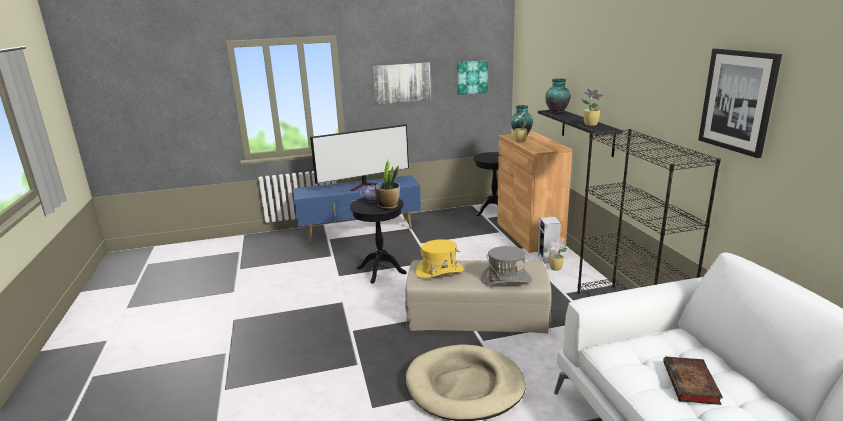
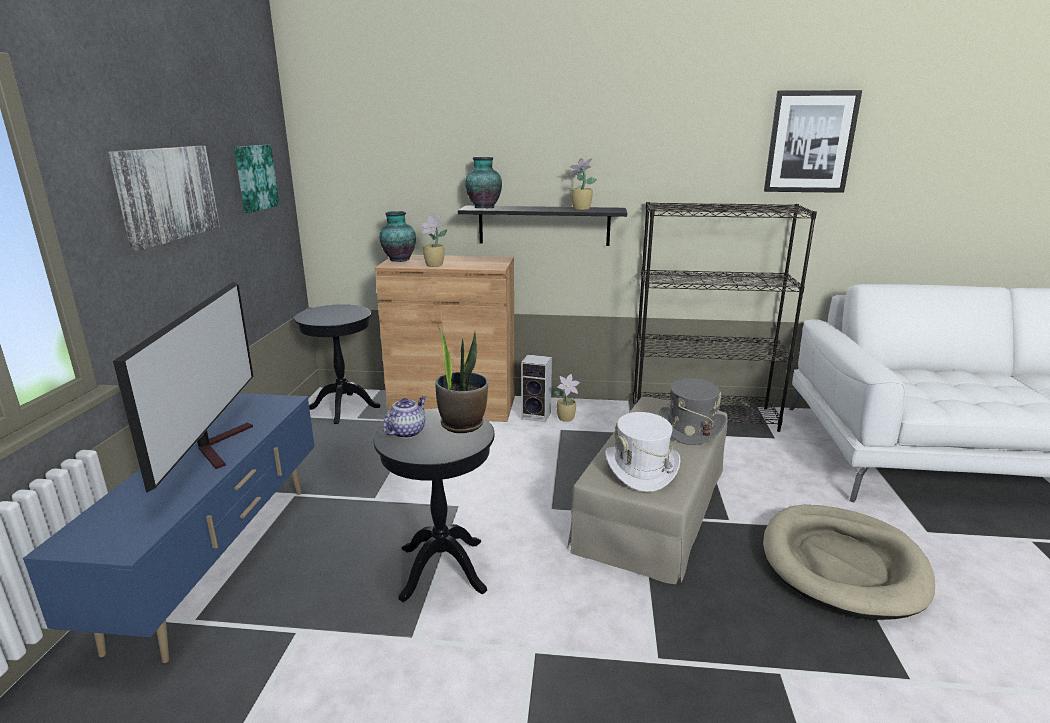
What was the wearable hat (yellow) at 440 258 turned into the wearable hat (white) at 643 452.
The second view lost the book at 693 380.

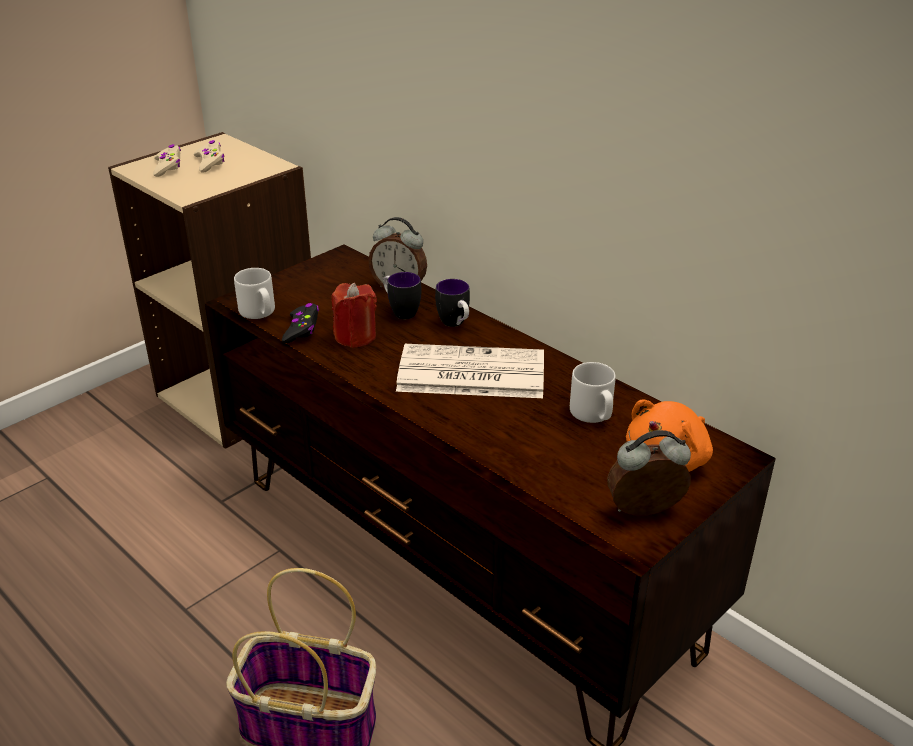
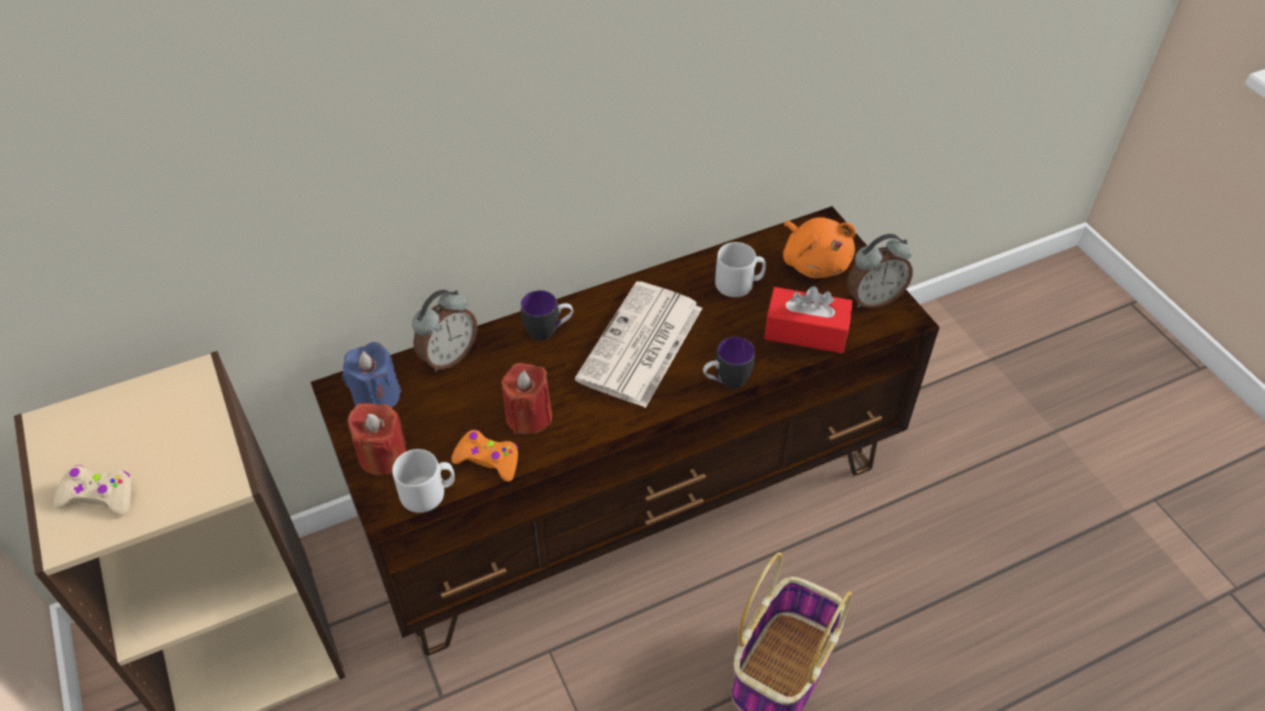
The second view lost the game controller (beige-coloured) at 209 156.
The mug ended up elsewhere, having gone from 402 295 to 729 363.
What was the game controller (black) at 300 323 turned into the game controller (orange) at 484 456.
The bedside clock at 649 473 ended up facing another way, 120 degrees counterclockwise from before.
The second view gained the tissue holder (reddish) at 808 319.
The second view gained the candle (blue-coloured) at 371 375.
The second view gained the candle (reddish) at 376 439.

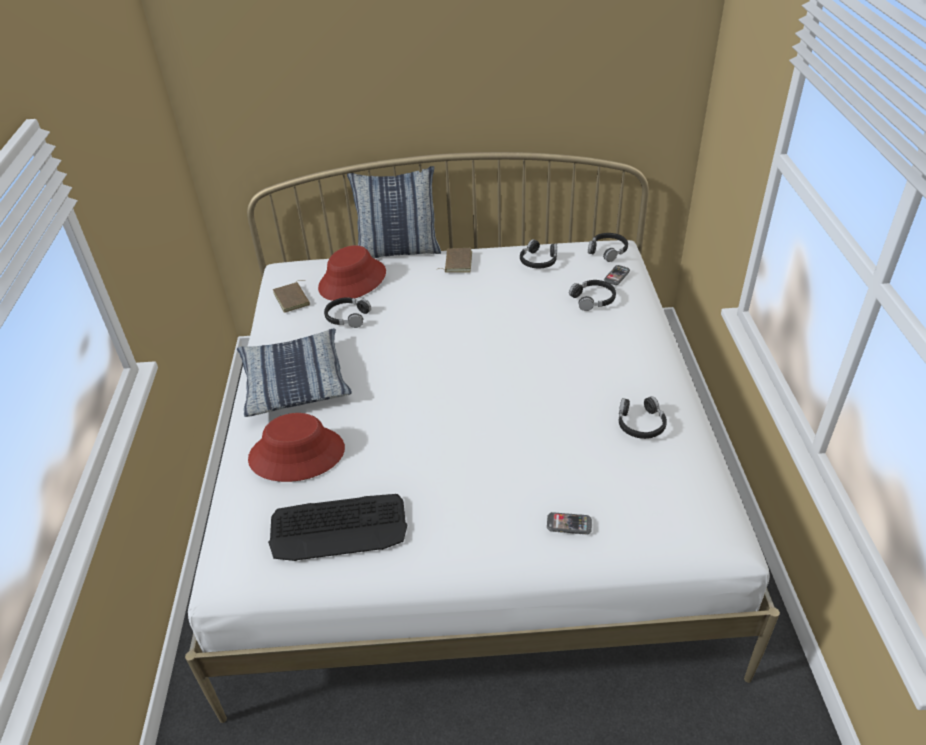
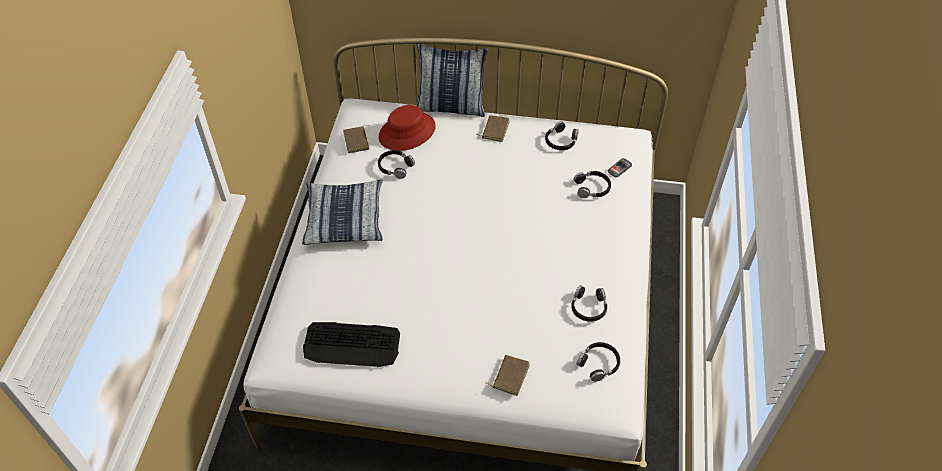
The pair of headphones (black) ended up elsewhere, having gone from 608 247 to 598 362.
The second view lost the wearable hat (reddish) at 296 447.
Where the phone stood at 569 523, the book (brownish) came to stand at 508 375.

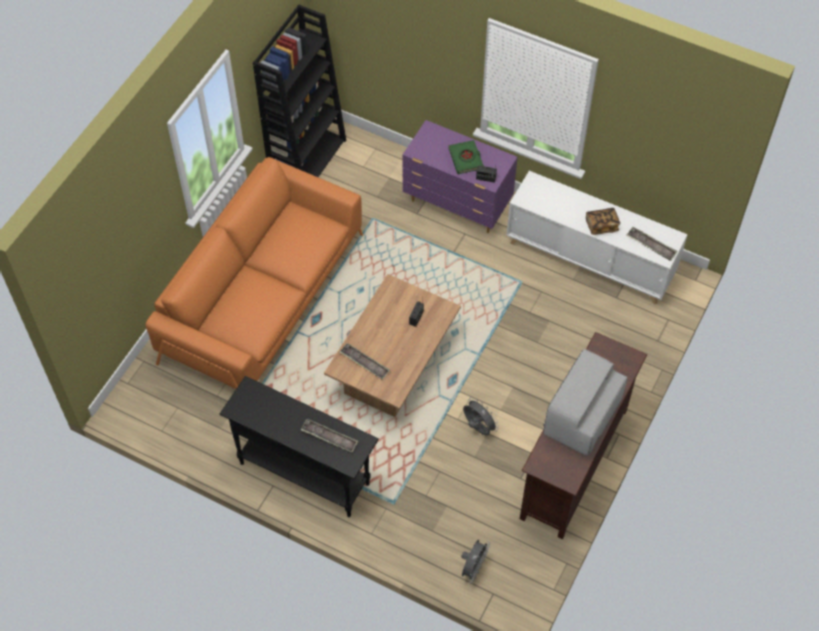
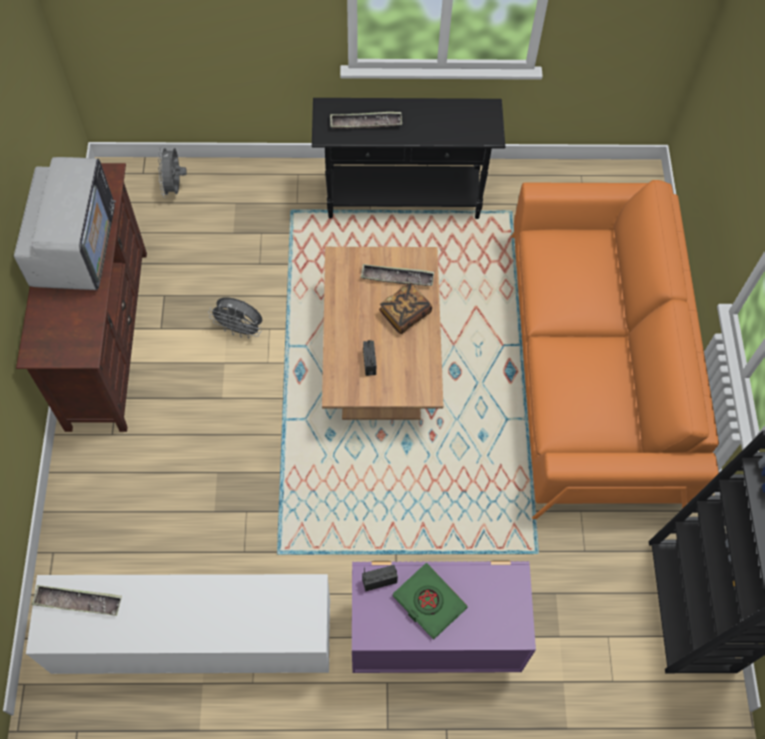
The book ended up elsewhere, having gone from 603 221 to 405 308.

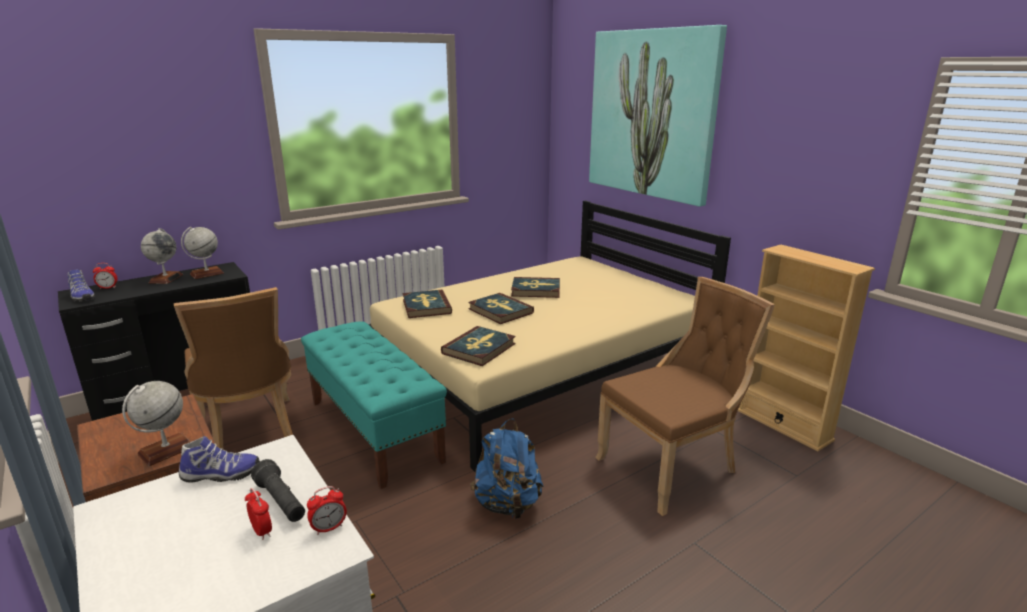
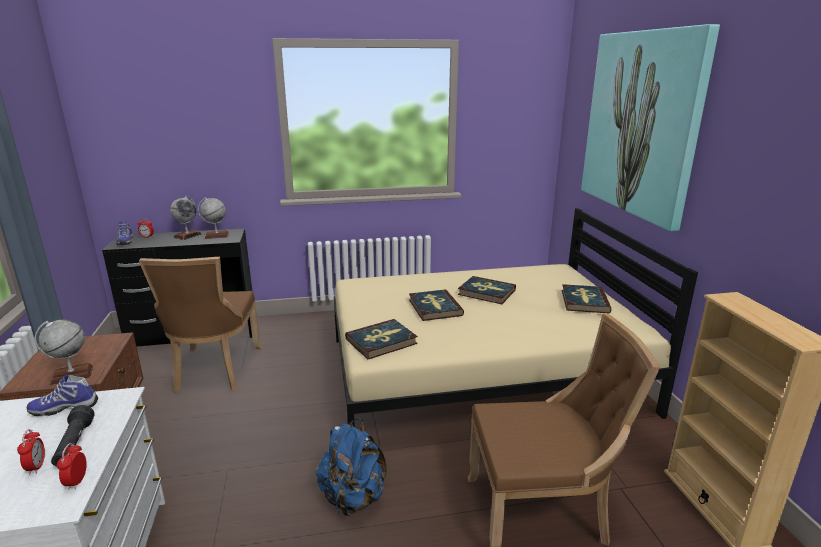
The book ended up elsewhere, having gone from 427 304 to 586 298.
The second view lost the bench (turquoise-coloured) at 374 405.
The item of footwear at 219 459 ended up facing another way, 150 degrees clockwise from before.
The bedside clock at 327 510 ended up facing another way, 90 degrees clockwise from before.

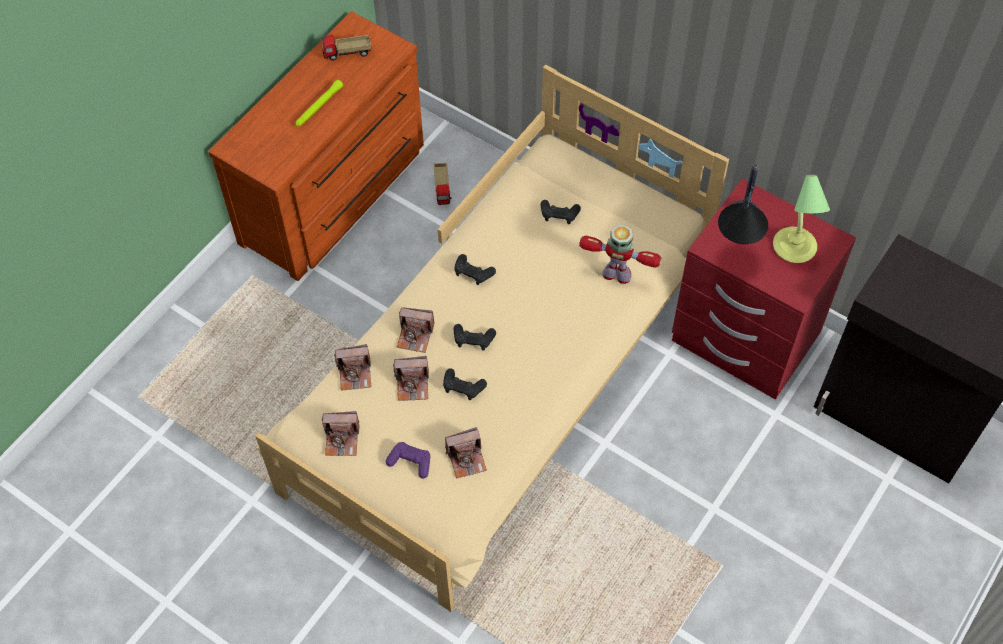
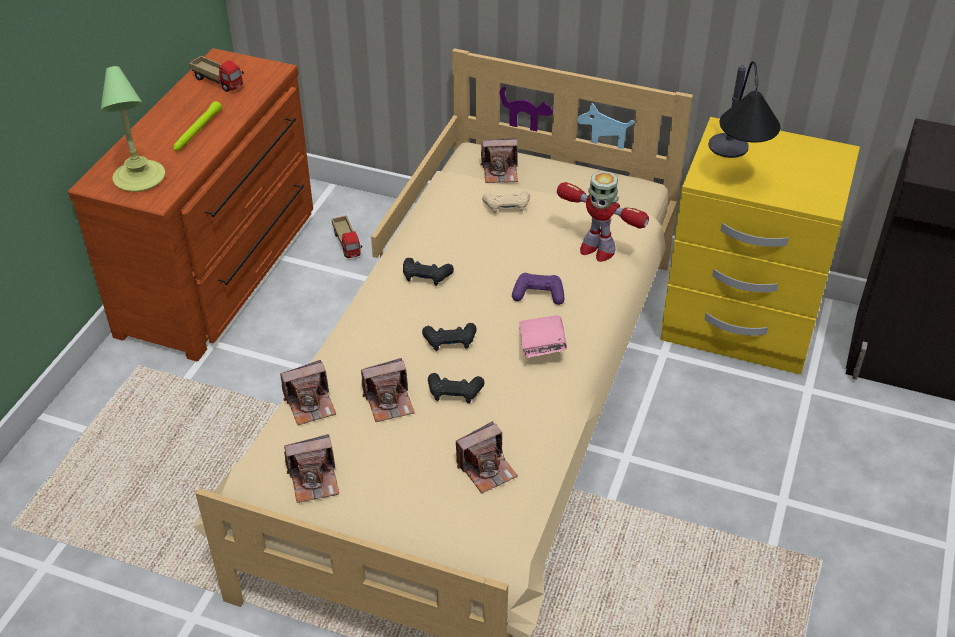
The toy lorry at 347 48 ended up facing another way, 120 degrees counterclockwise from before.
The table lamp ended up elsewhere, having gone from 801 219 to 133 129.
What was the bedside table (reddish) at 764 289 turned into the bedside table (yellow) at 760 246.
What was the game controller (black) at 560 212 turned into the game controller (beige-coloured) at 506 202.
The robot figure at 620 254 ended up facing another way, 150 degrees counterclockwise from before.
The still camera ended up elsewhere, having gone from 415 330 to 499 160.
The game controller (purple) ended up elsewhere, having gone from 408 460 to 538 289.
The second view gained the book (pinkish) at 543 336.

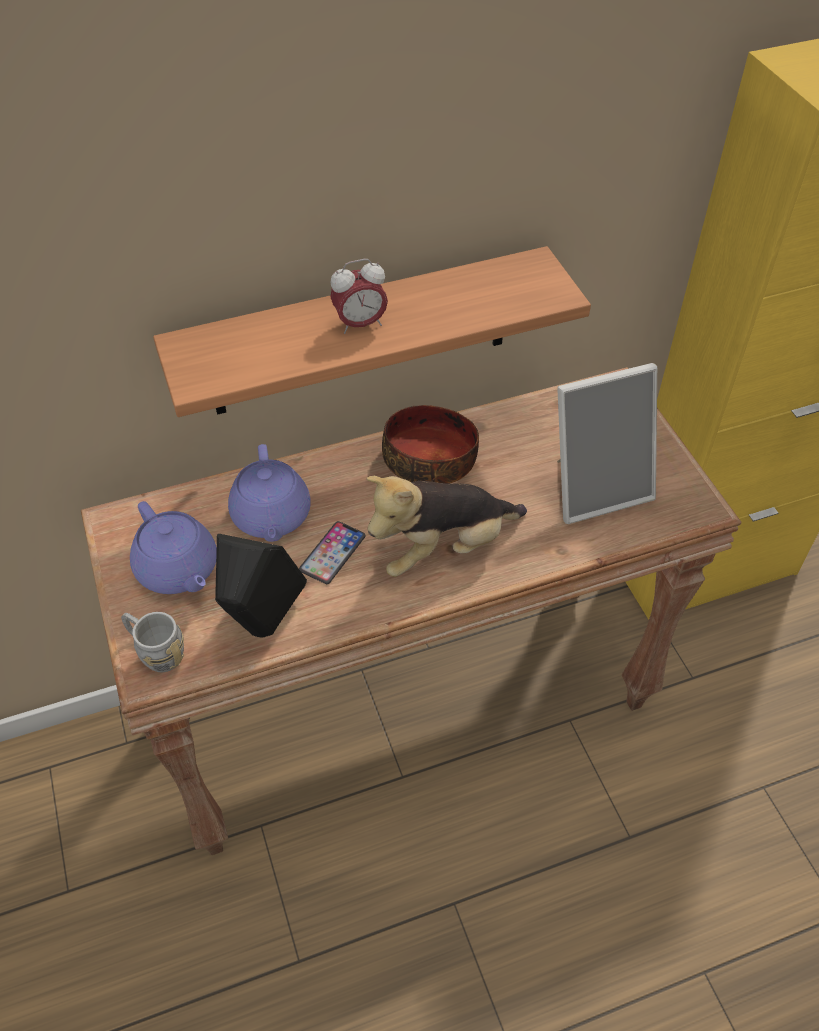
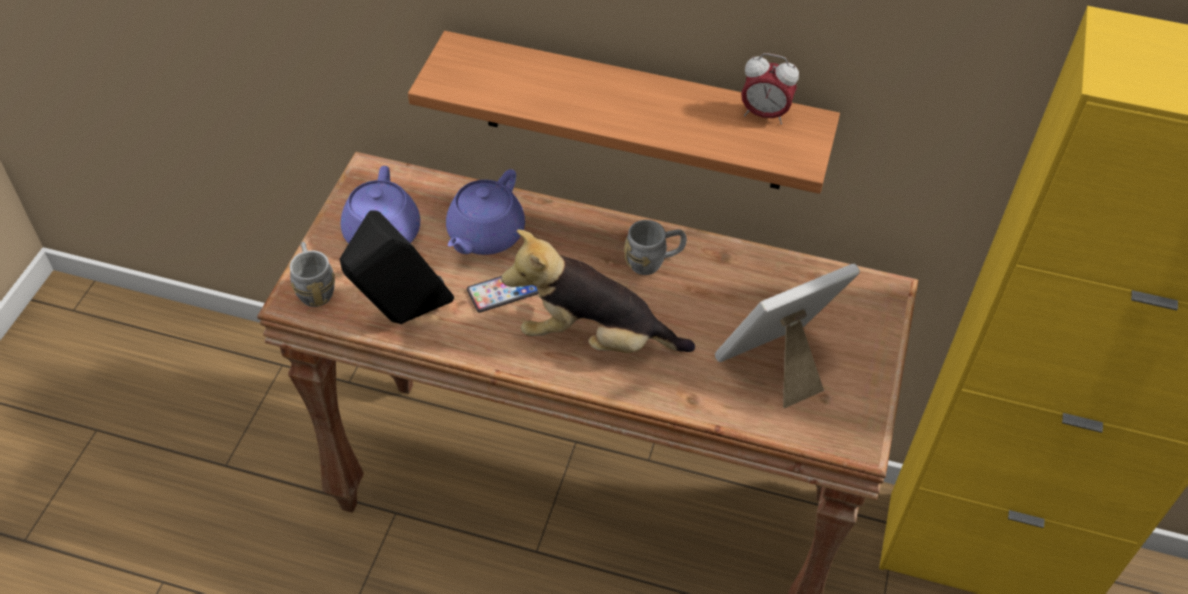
The bedside clock ended up elsewhere, having gone from 359 296 to 770 89.
The photo frame at 607 443 ended up facing another way, 135 degrees clockwise from before.
Where the serving bowl stood at 430 444, the mug (gray) came to stand at 655 247.

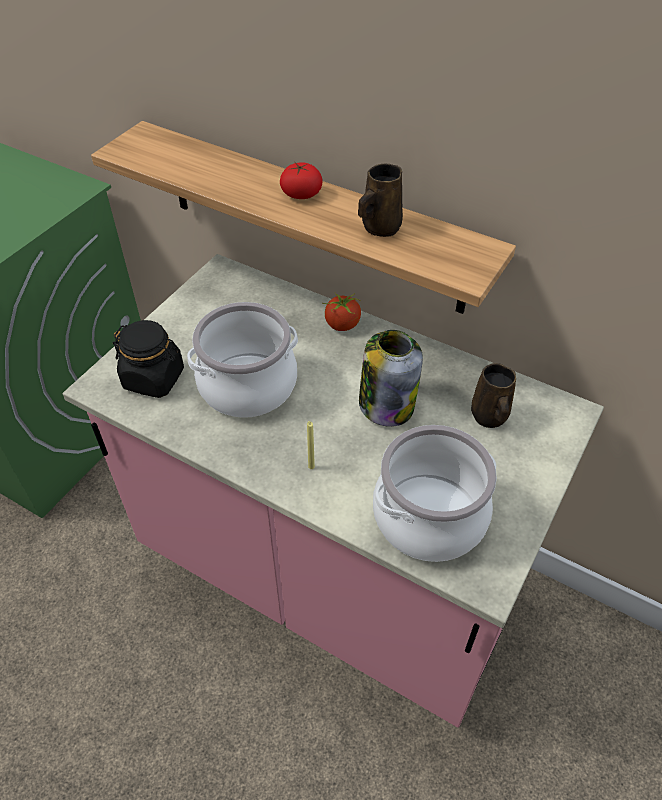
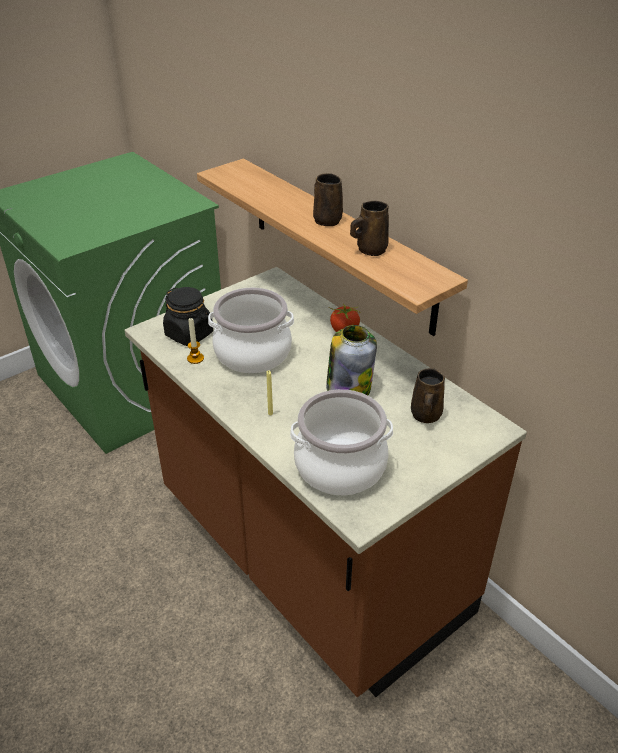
Where the whole tomato stood at 301 180, the mug (brownish) came to stand at 328 199.
What was the kitchen counter (pinkish) at 333 491 turned into the kitchen counter (brownish) at 325 482.
The second view gained the candle at 195 341.

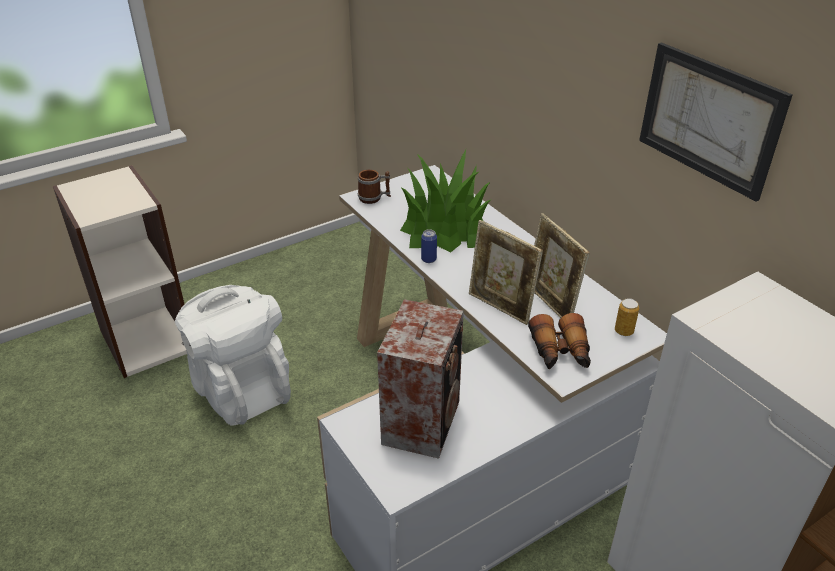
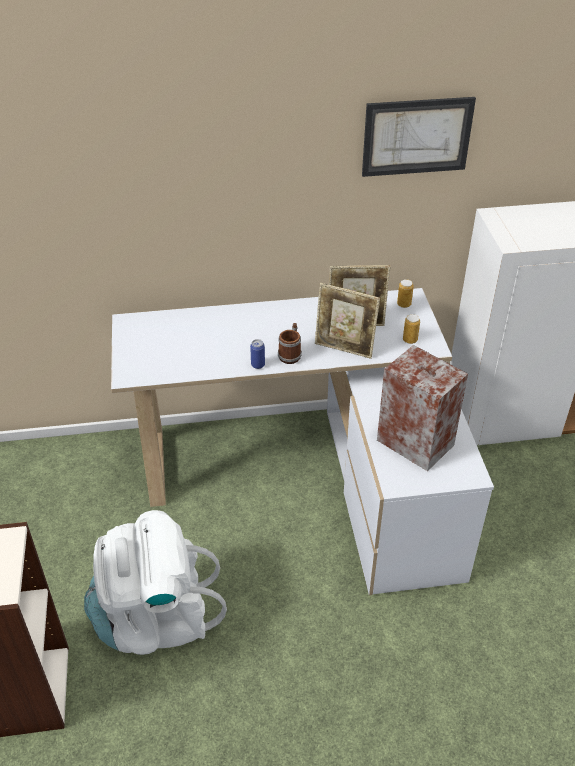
The second view lost the potted plant at 446 201.
The mug ended up elsewhere, having gone from 374 187 to 290 343.
The photo frame at 506 272 ended up facing another way, 45 degrees clockwise from before.
Where the pair of binoculars stood at 559 341, the metal can came to stand at 411 329.

